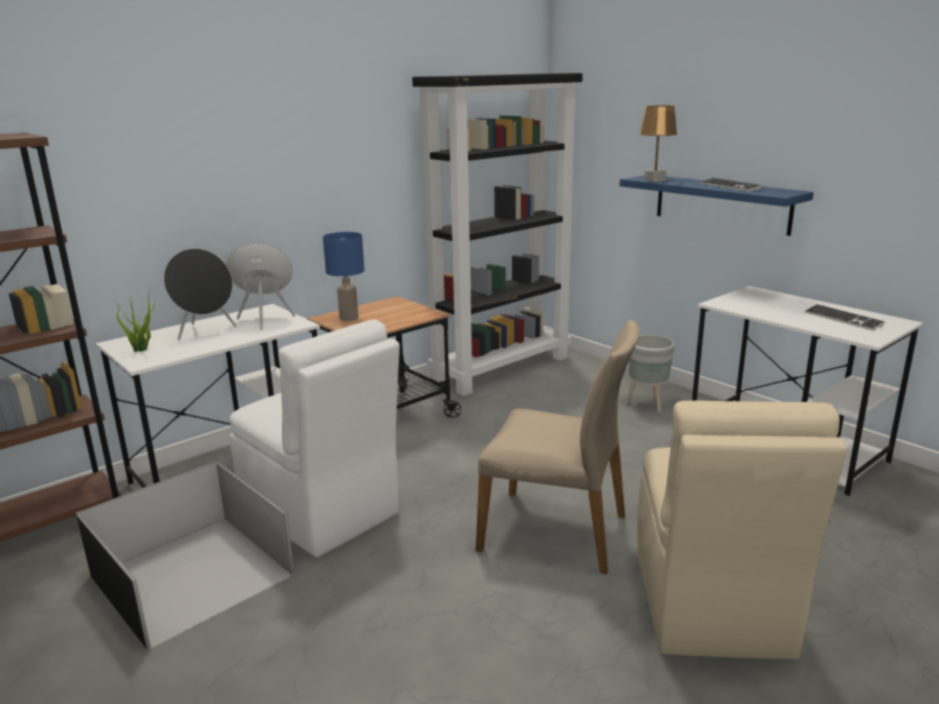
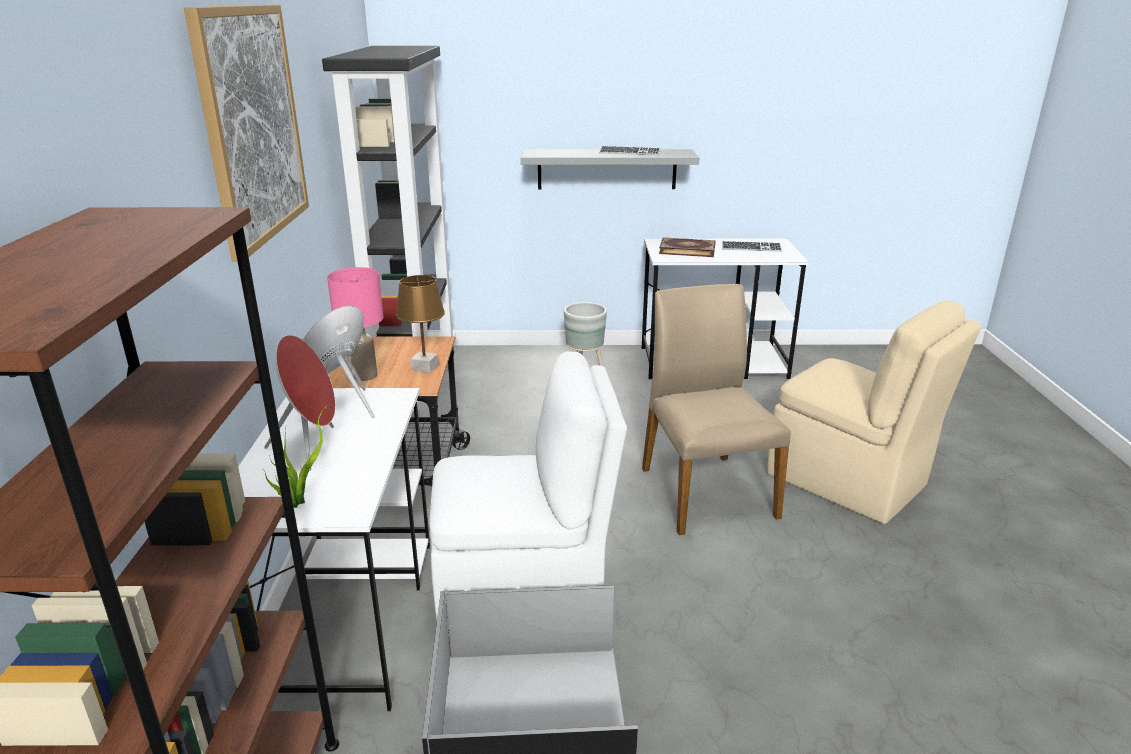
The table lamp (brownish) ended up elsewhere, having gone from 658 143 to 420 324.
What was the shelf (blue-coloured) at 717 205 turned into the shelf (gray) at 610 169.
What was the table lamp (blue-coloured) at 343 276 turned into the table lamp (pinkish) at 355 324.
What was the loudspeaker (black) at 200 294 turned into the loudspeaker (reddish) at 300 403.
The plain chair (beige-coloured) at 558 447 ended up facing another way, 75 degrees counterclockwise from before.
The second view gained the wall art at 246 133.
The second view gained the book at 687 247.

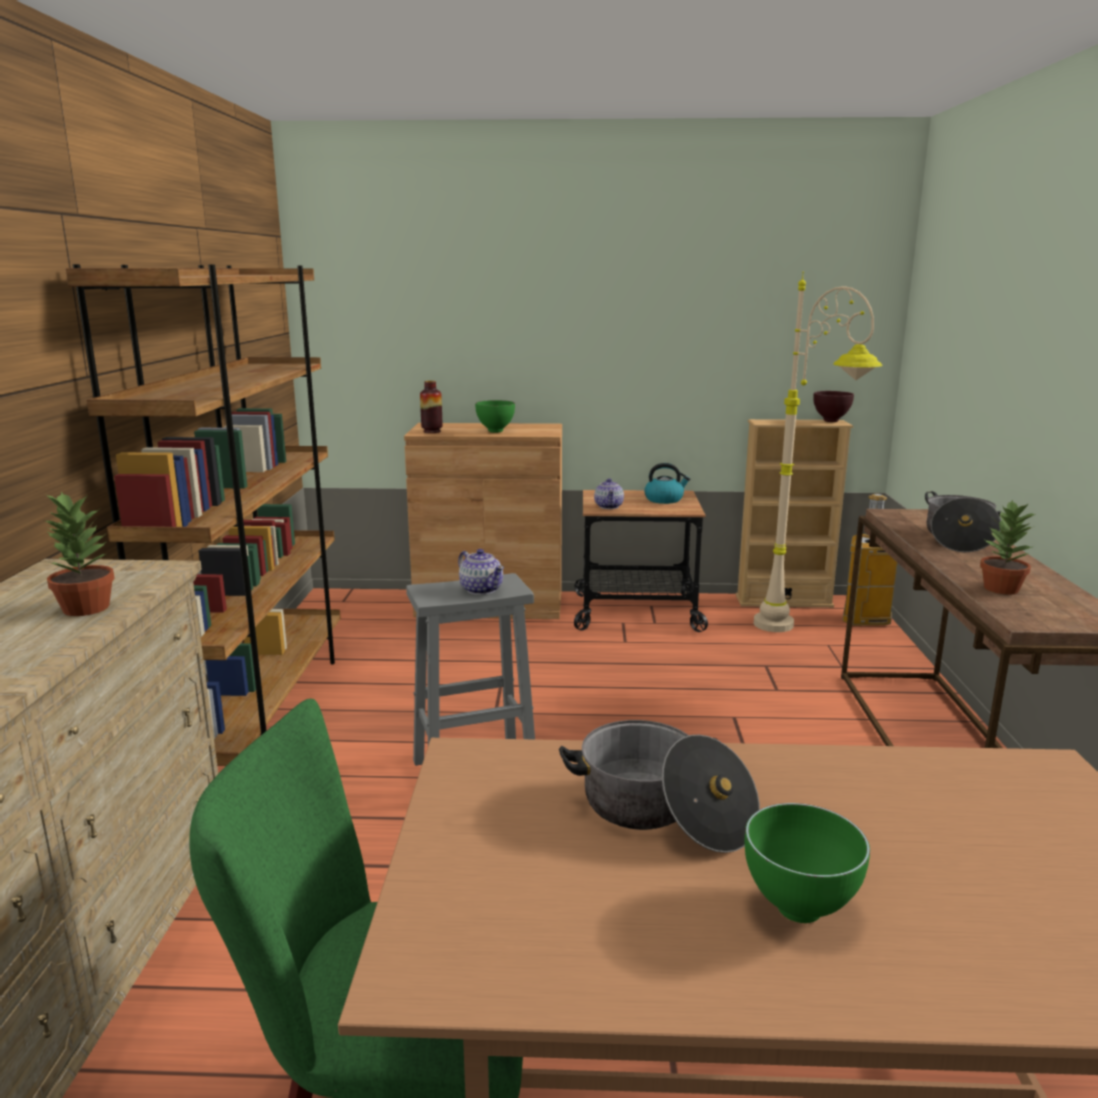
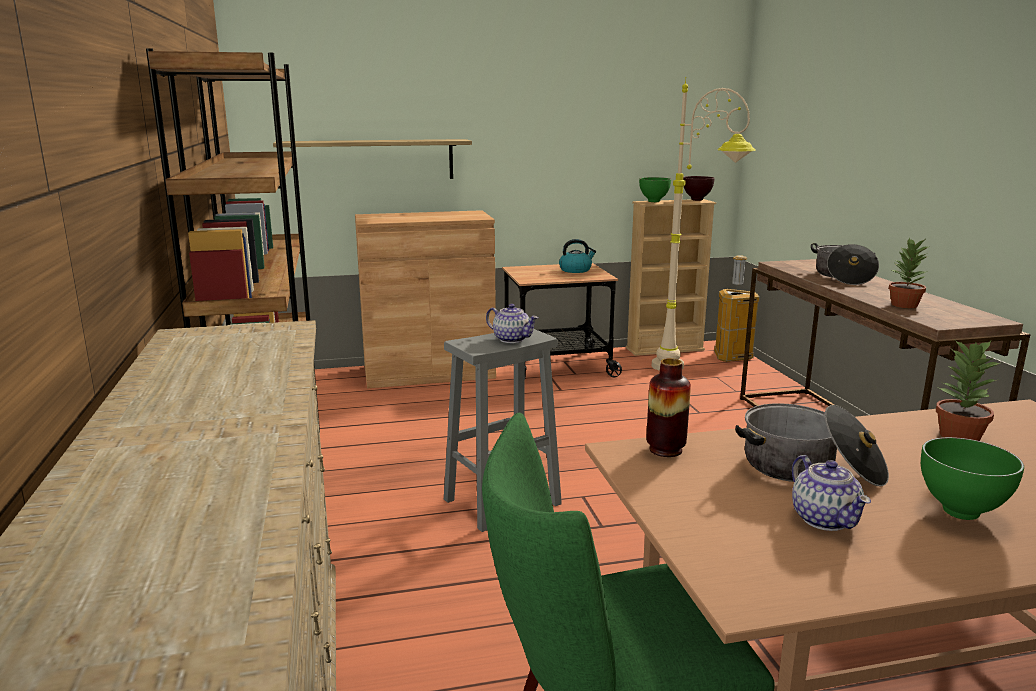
The vase ended up elsewhere, having gone from 431 407 to 669 407.
The serving bowl (greenish) ended up elsewhere, having gone from 495 416 to 655 189.
The teapot ended up elsewhere, having gone from 609 493 to 831 493.
The potted plant ended up elsewhere, having gone from 78 553 to 968 390.
The second view gained the shelf at 372 159.

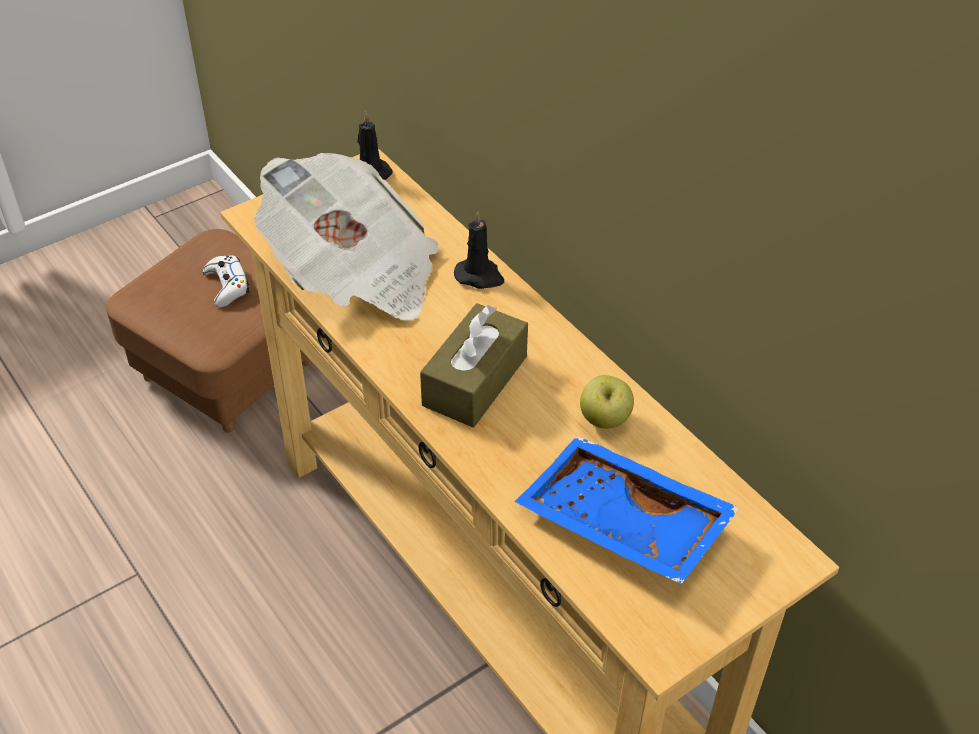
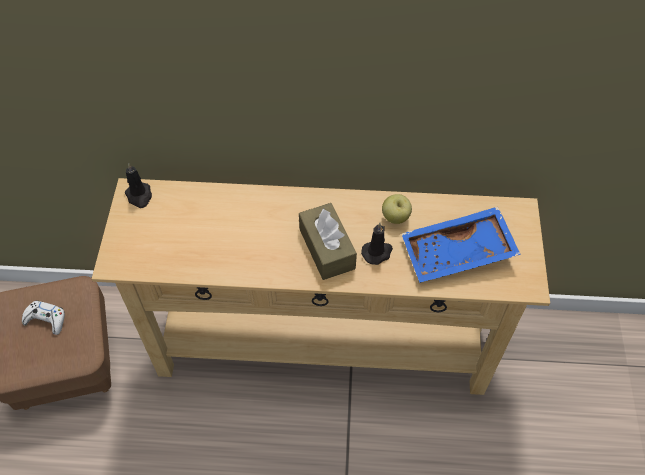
The second view lost the newspaper at 346 237.
The candle (black) ended up elsewhere, having gone from 479 250 to 377 244.

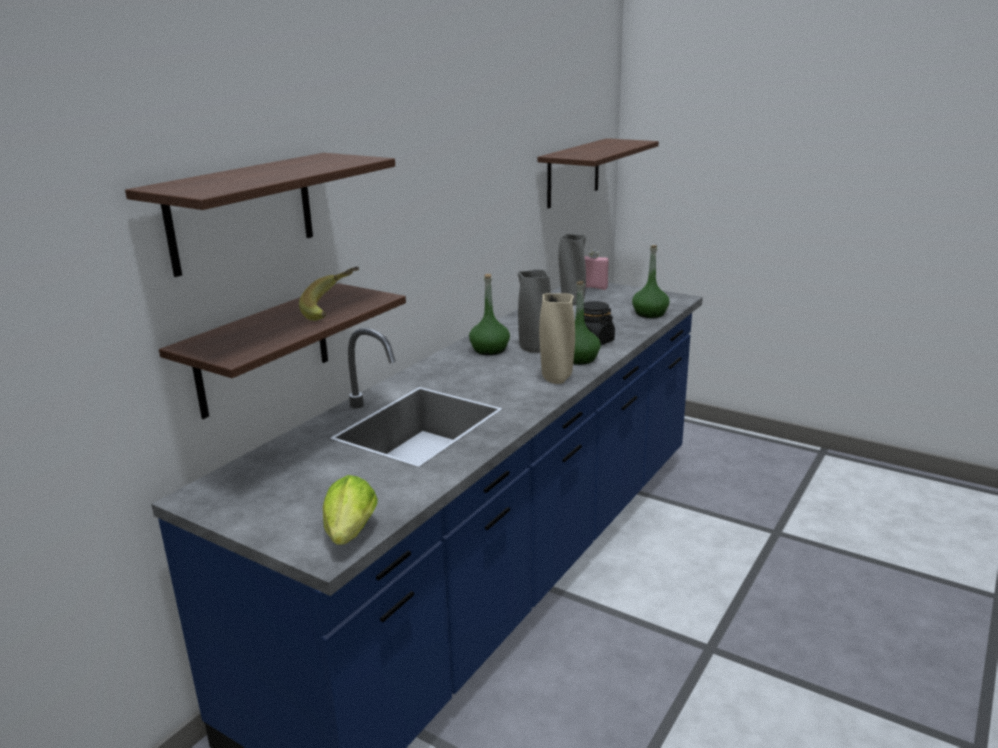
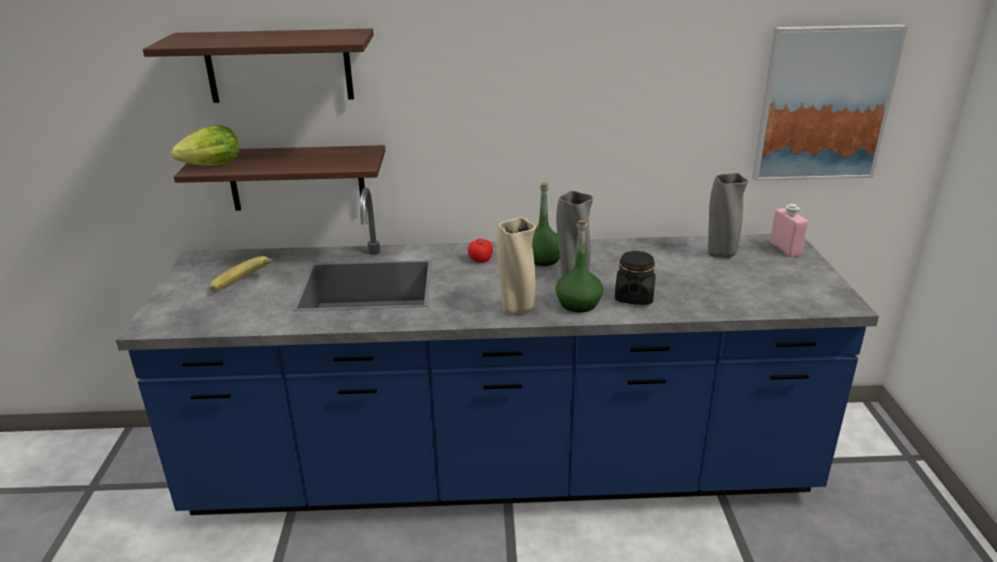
Where the shelf hung at 598 173, the wall art came to hang at 830 102.
The second view lost the beverage bottle (greenish) at 651 281.
The whole banana ended up elsewhere, having gone from 329 293 to 242 273.
The lettuce ended up elsewhere, having gone from 350 510 to 205 145.
The second view gained the whole tomato at 480 250.

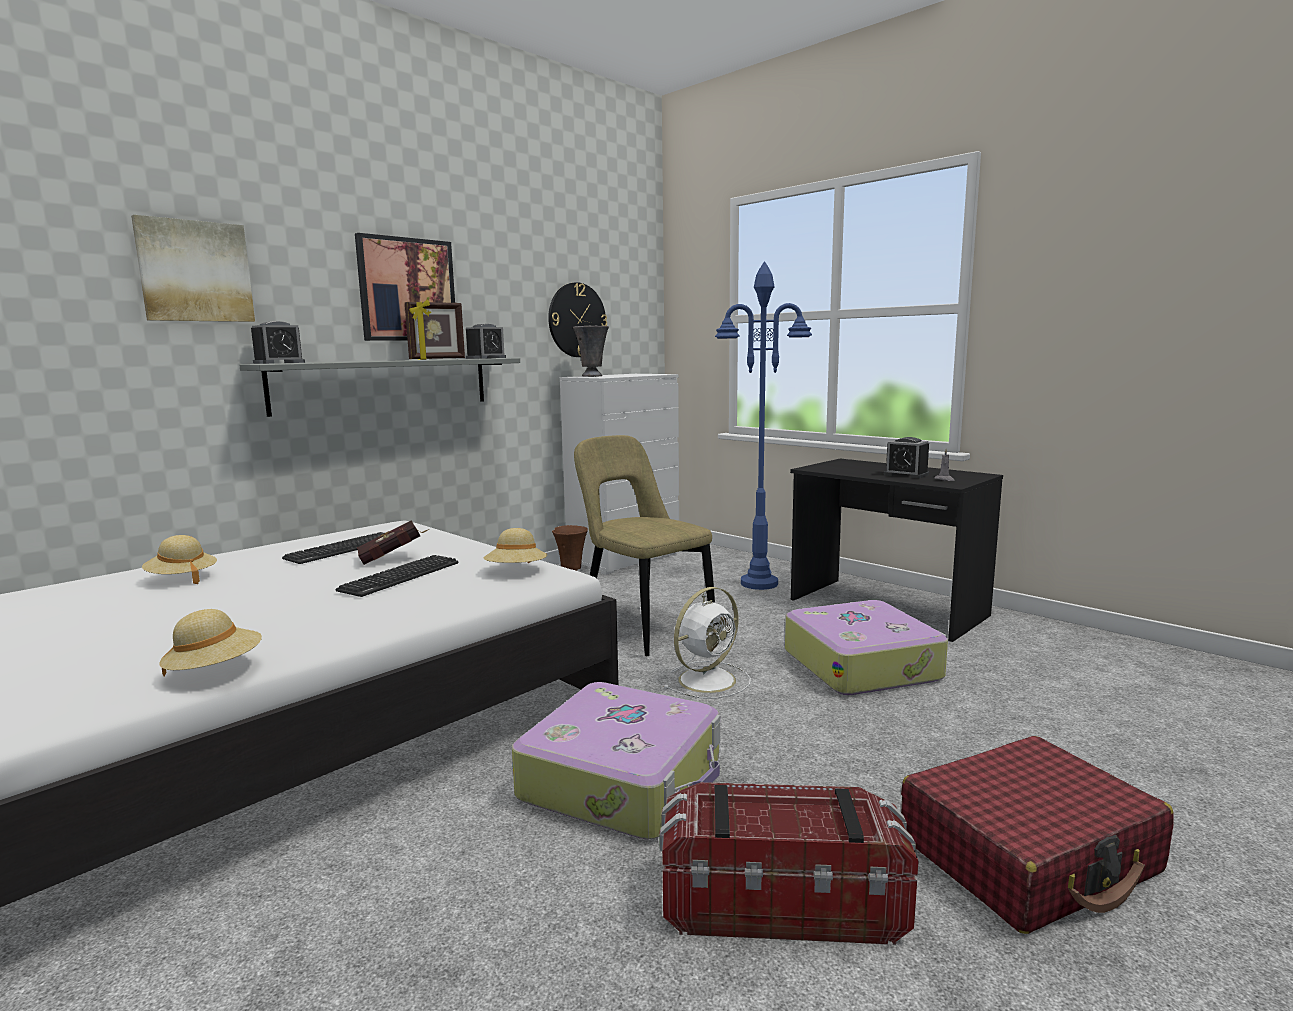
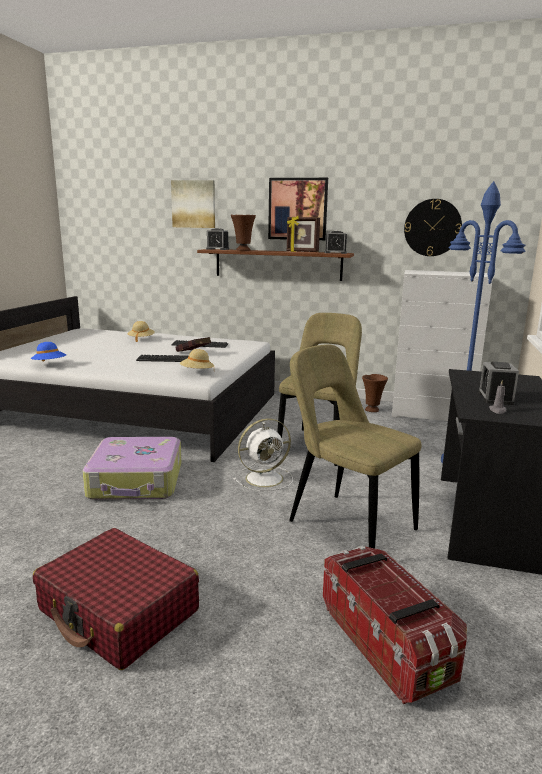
The second view lost the vase (gray) at 591 351.
What was the shelf (gray) at 379 387 turned into the shelf (brownish) at 275 265.
The electric fan (white) at 707 643 ended up facing another way, 45 degrees counterclockwise from before.
Where the piece of luggage stood at 866 647, the plain chair (beige-coloured) came to stand at 355 446.
What was the wearable hat (beige-coloured) at 211 642 turned into the wearable hat (blue-coloured) at 48 352.
The storage bin ended up elsewhere, having gone from 789 863 to 395 624.
The second view gained the vase (brownish) at 243 233.

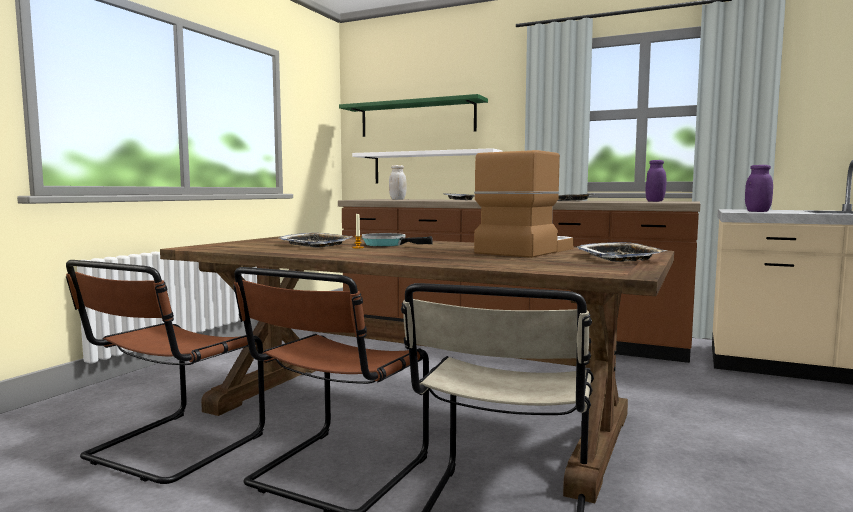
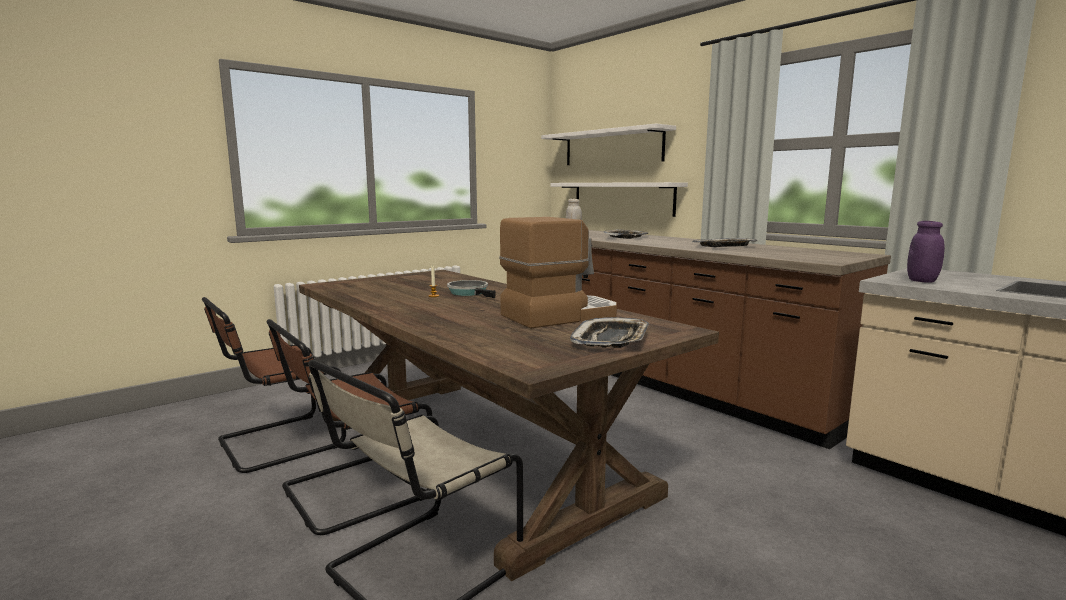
What was the shelf (greenish) at 413 115 turned into the shelf (white) at 608 144.
The second view lost the jar (purple) at 656 181.
The second view lost the serving tray at 316 240.

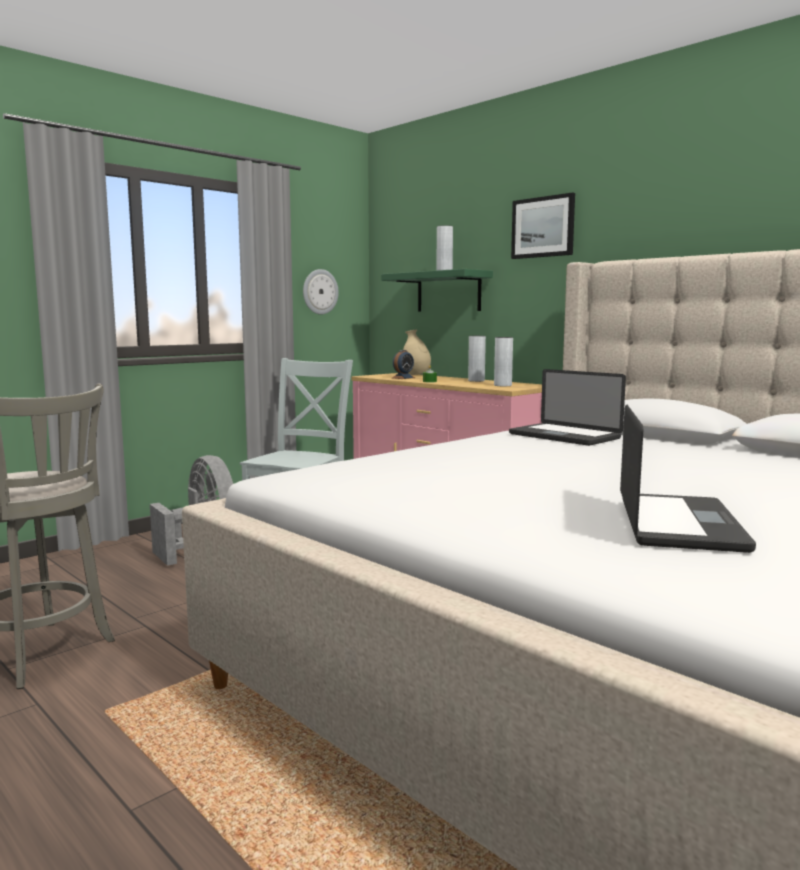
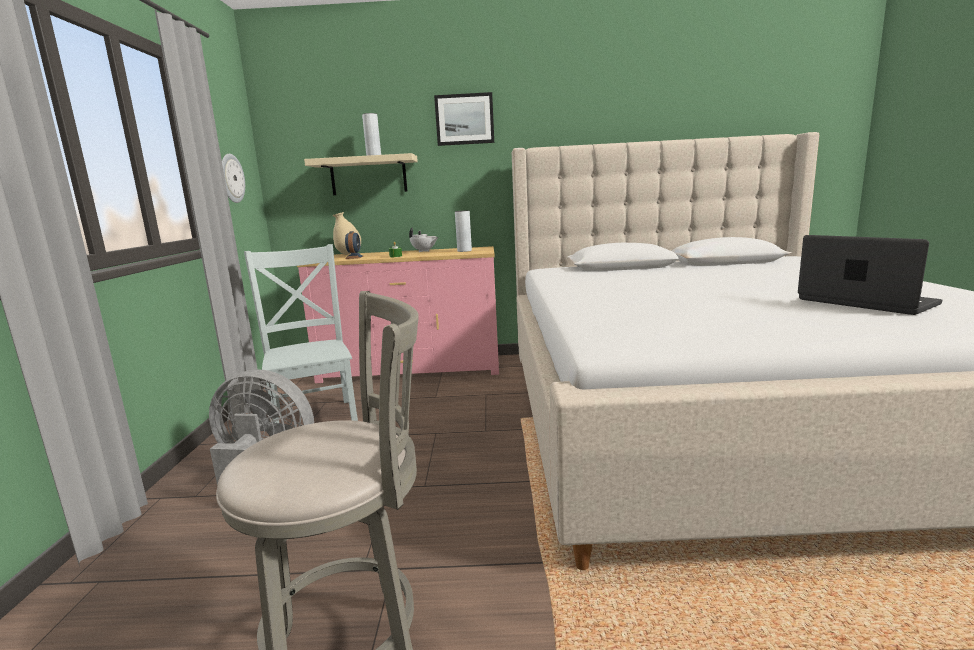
What was the shelf (greenish) at 437 290 turned into the shelf (beige-coloured) at 361 174.
Where the vase (gray) stood at 477 359, the teapot (white) came to stand at 424 239.
The second view lost the laptop at 567 407.

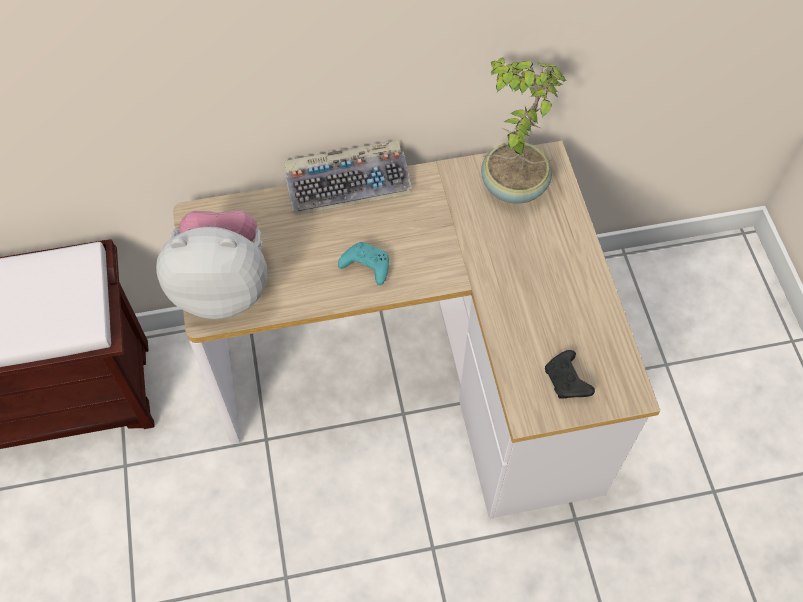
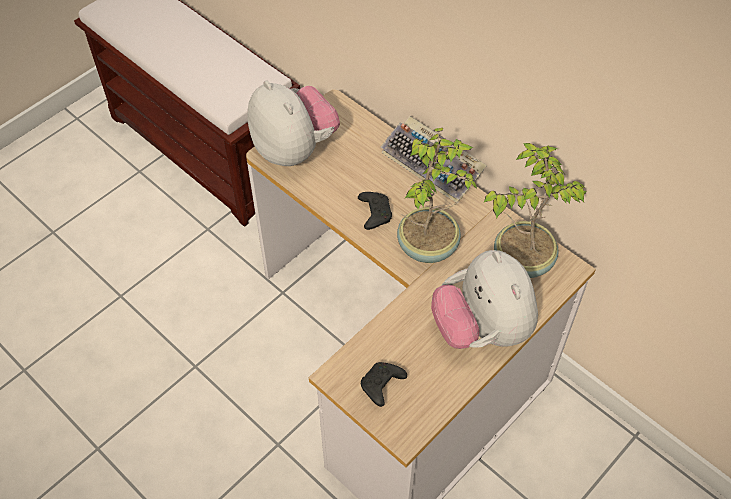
What was the game controller (turquoise-coloured) at 363 263 turned into the game controller (black) at 375 211.
The second view gained the potted plant at 437 195.
The second view gained the cuddly toy at 484 299.

